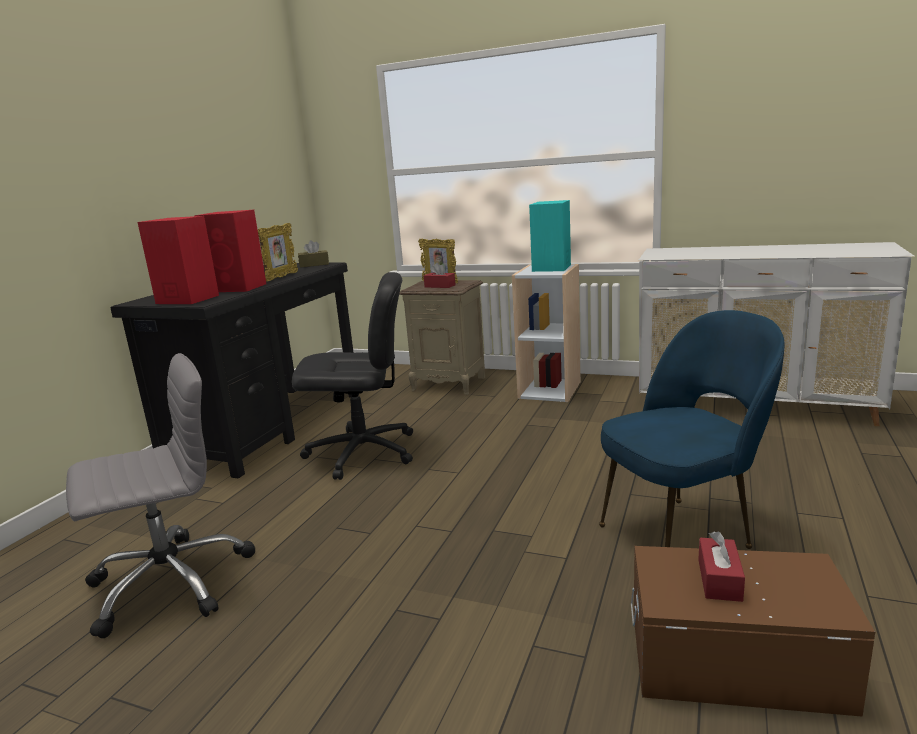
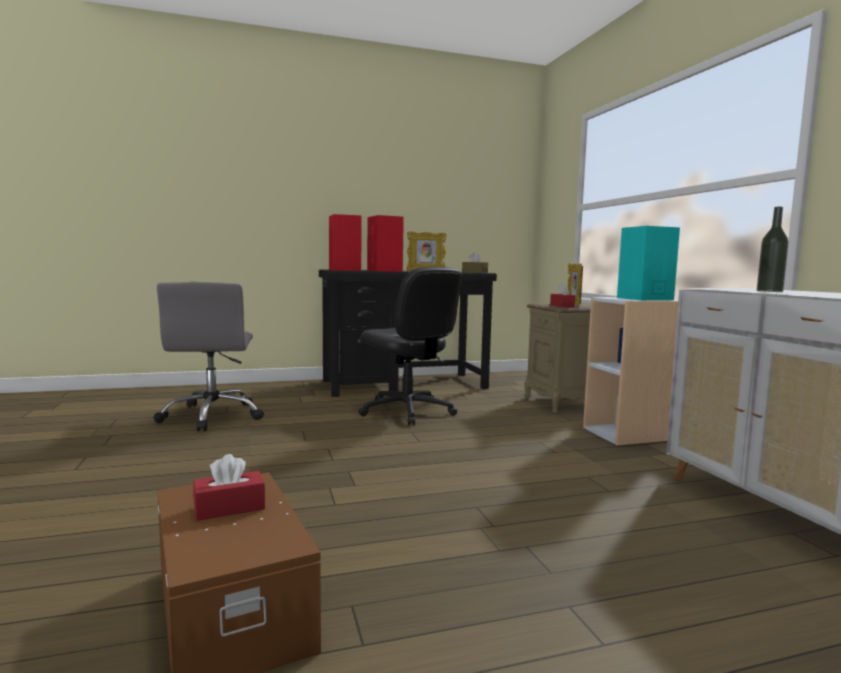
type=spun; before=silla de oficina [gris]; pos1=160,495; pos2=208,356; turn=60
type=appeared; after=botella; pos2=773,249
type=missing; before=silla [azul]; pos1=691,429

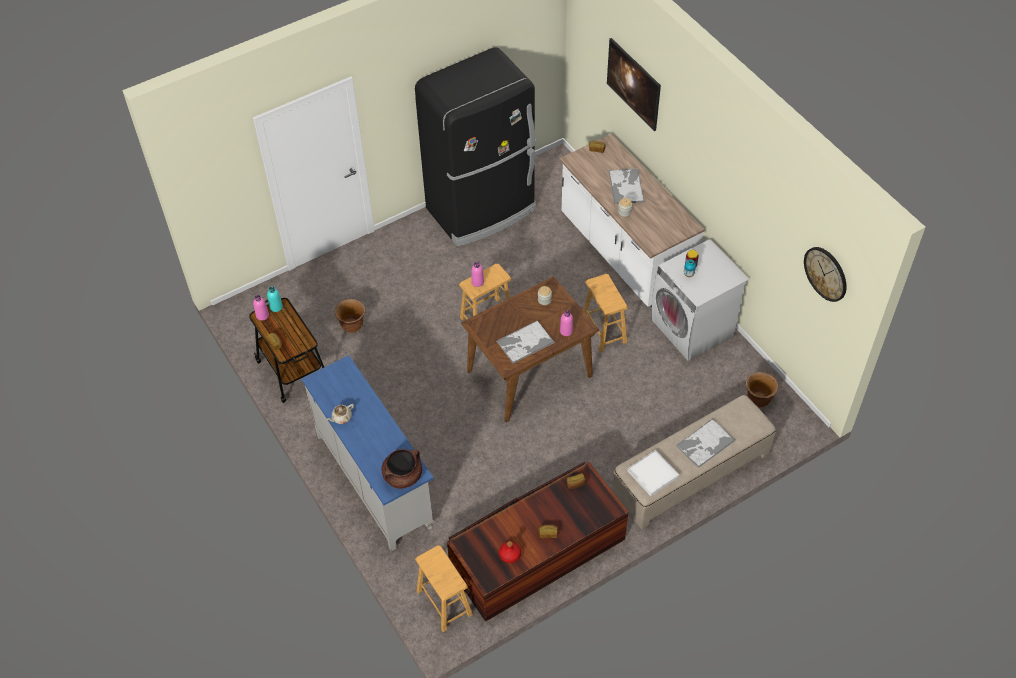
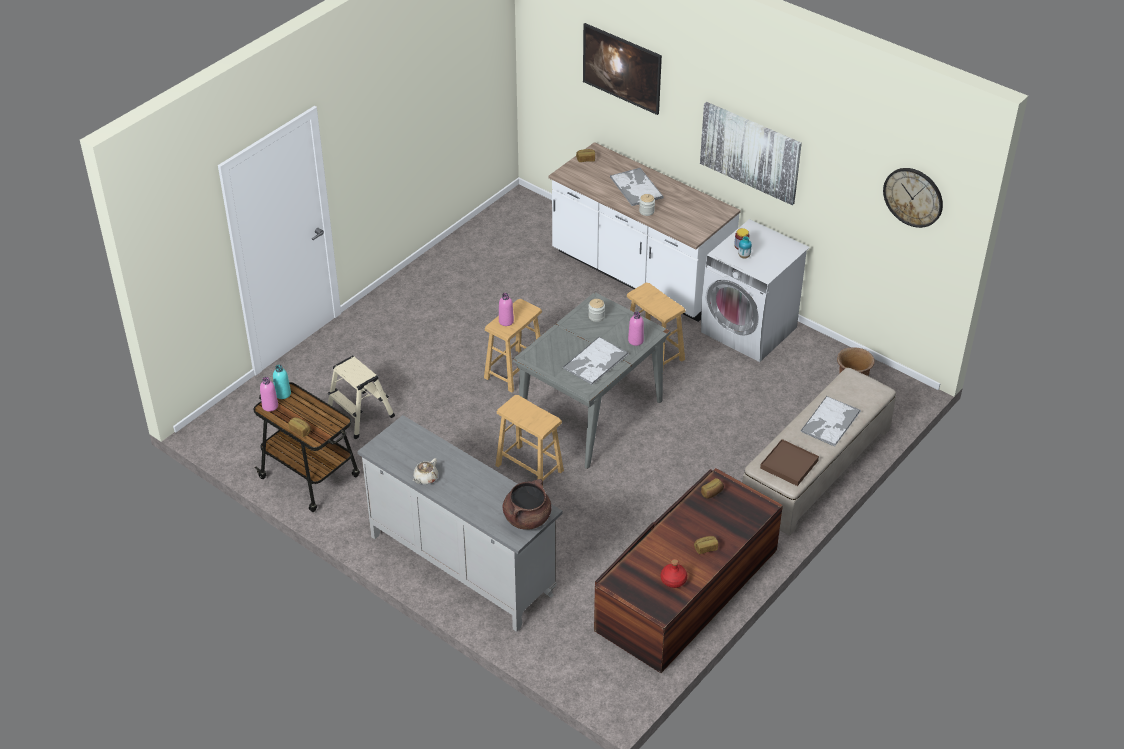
type=exchanged; before=maceta [marrón]; after=escalera de tijera [beis]; pos1=350,316; pos2=361,397
type=colour; before=cómoda [azul]; after=cómoda [gris]; pos1=368,453; pos2=460,523
type=relocated; before=taburete [marrón]; pos1=444,588; pos2=529,438
type=colour; before=mesa de comedor [marrón]; after=mesa de comedor [gris]; pos1=530,349; pos2=592,380
type=appeared; after=cuadro; pos2=751,153
type=colour; before=bandeja [blanco]; after=bandeja [marrón]; pos1=653,473; pos2=789,462
type=missing; before=nevera [negro]; pos1=475,146

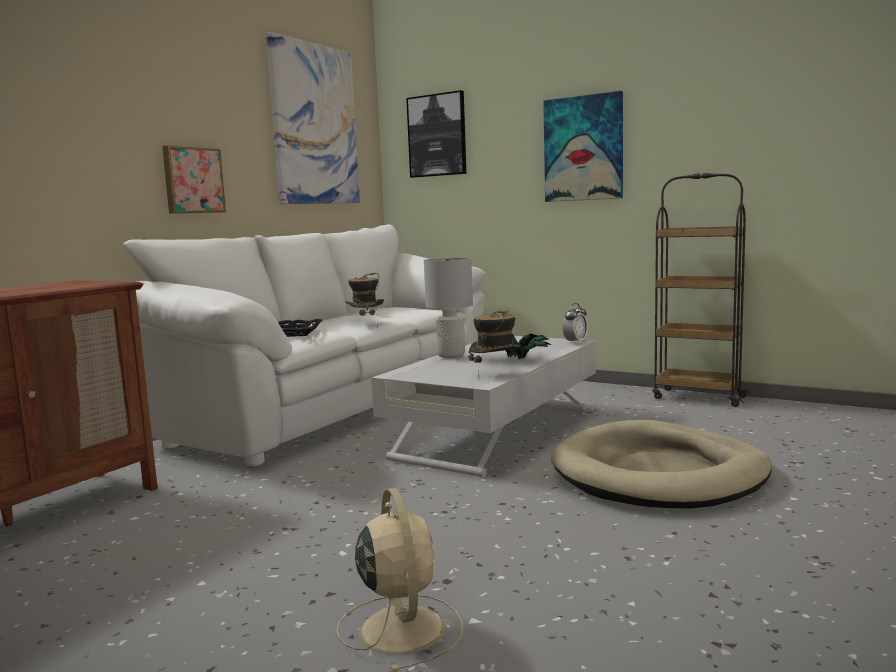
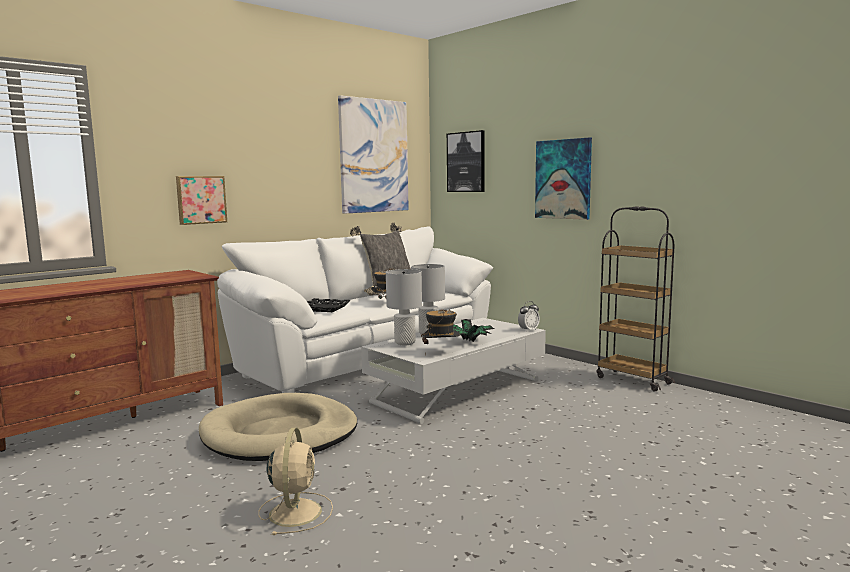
type=relocated; before=cuadro; pos1=194,179; pos2=201,200
type=relocated; before=cama para perro [beis]; pos1=661,464; pos2=278,427
type=appeared; after=cojín; pos2=381,259
type=appeared; after=lámpara de mesa [gris]; pos2=404,307

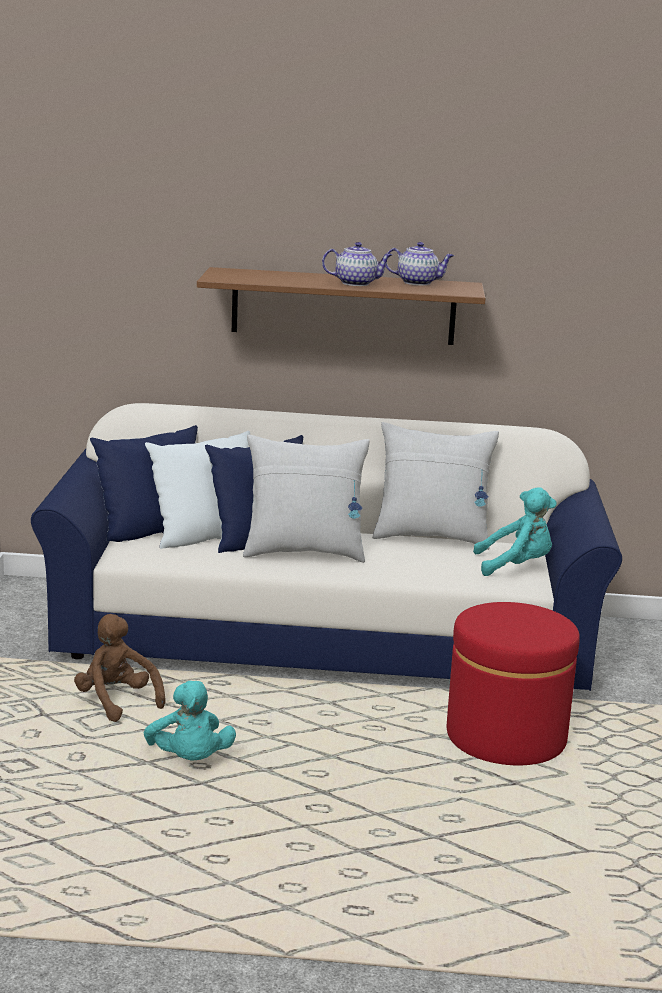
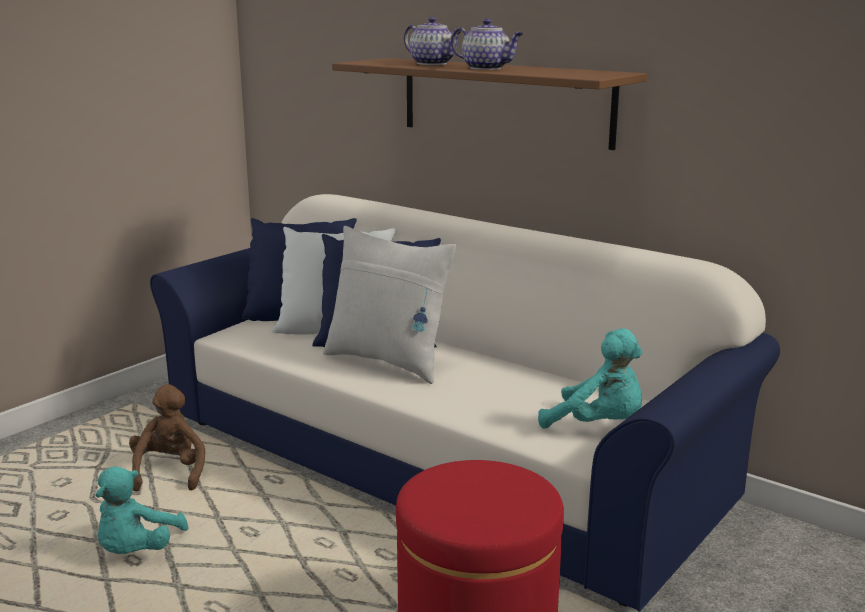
type=relocated; before=tetera; pos1=420,263; pos2=433,41
type=missing; before=cojín [gris]; pos1=435,486

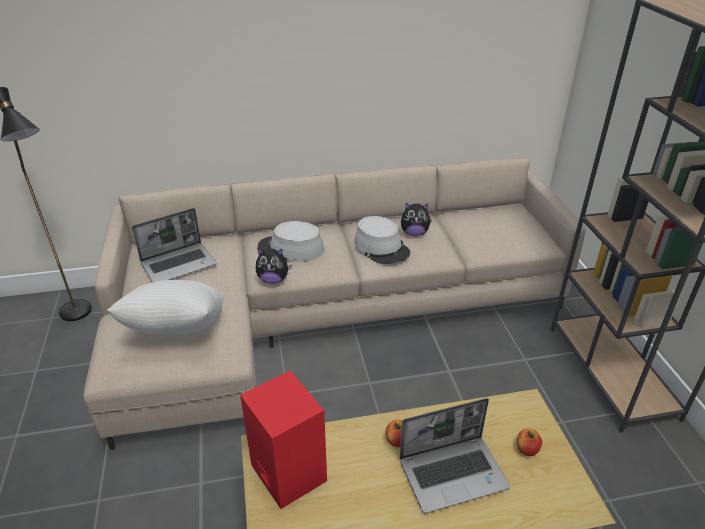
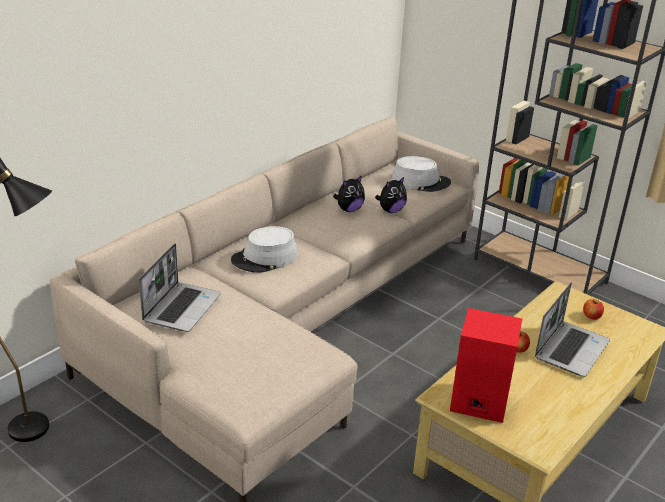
type=relocated; before=peluche; pos1=274,266; pos2=391,195
type=relocated; before=sombrero [gris]; pos1=382,240; pos2=421,174
type=missing; before=cojín [blanco]; pos1=165,307

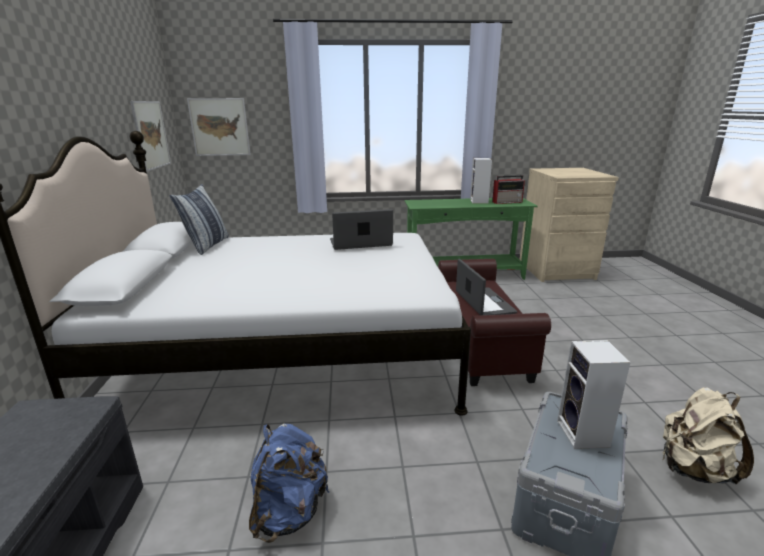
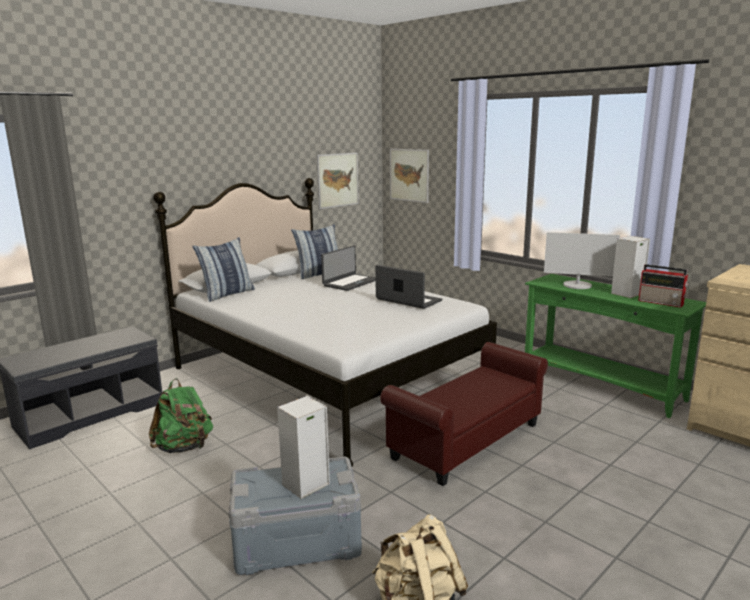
type=colour; before=mochila [azul]; after=mochila [verde]; pos1=289,483; pos2=181,415
type=appeared; after=cojín; pos2=223,269
type=relocated; before=portátil; pos1=486,287; pos2=348,268
type=appeared; after=monitor; pos2=582,260

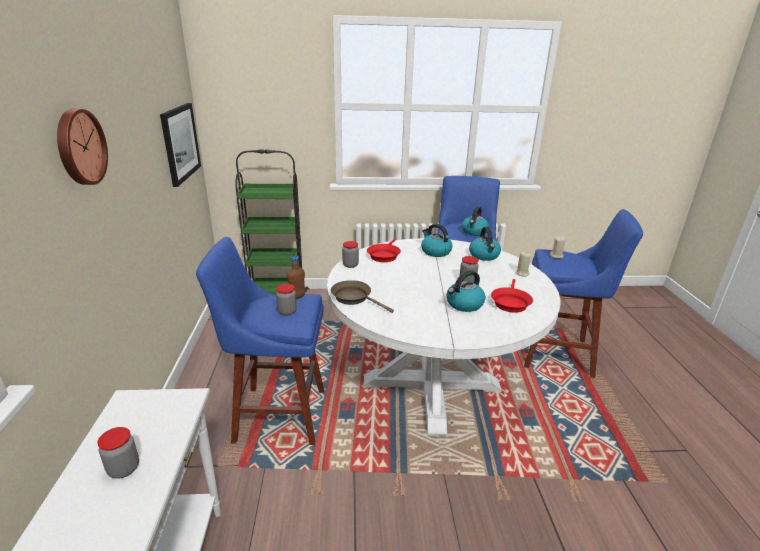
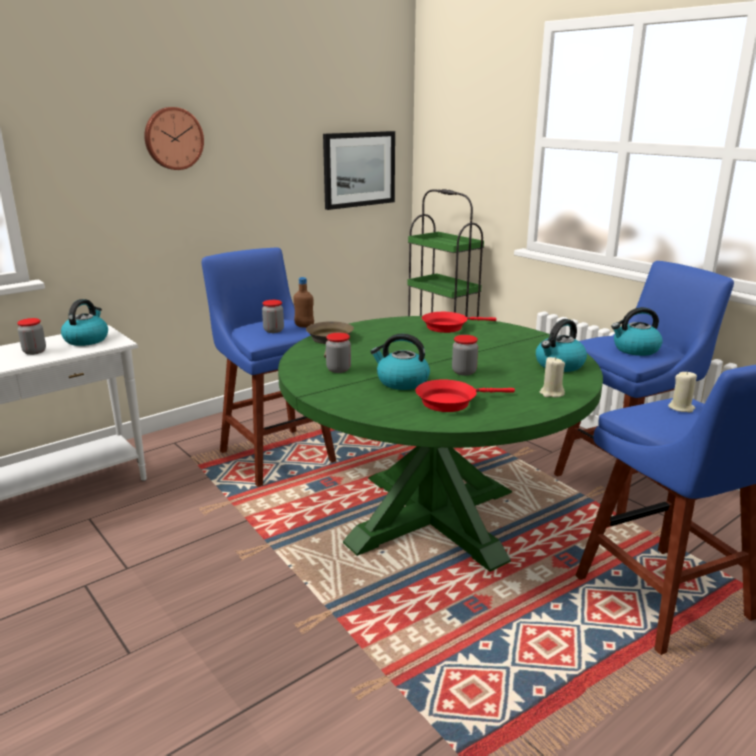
type=relocated; before=hervidor; pos1=436,240; pos2=84,322
type=colour; before=mesa de comedor [blanco]; after=mesa de comedor [verde]; pos1=443,337; pos2=440,444
type=relocated; before=tarro; pos1=350,254; pos2=338,353

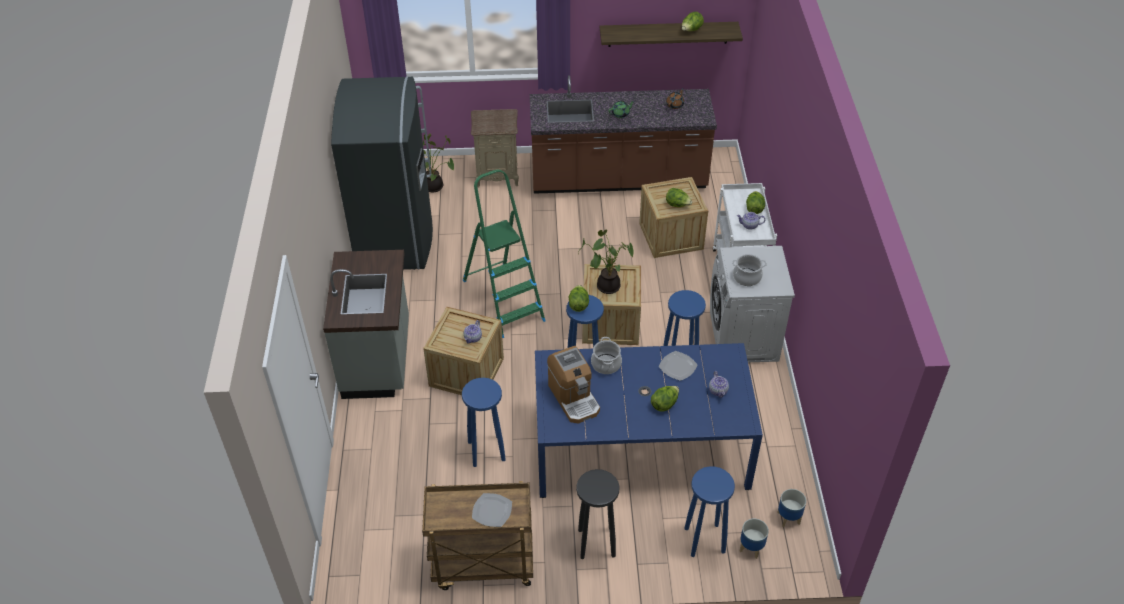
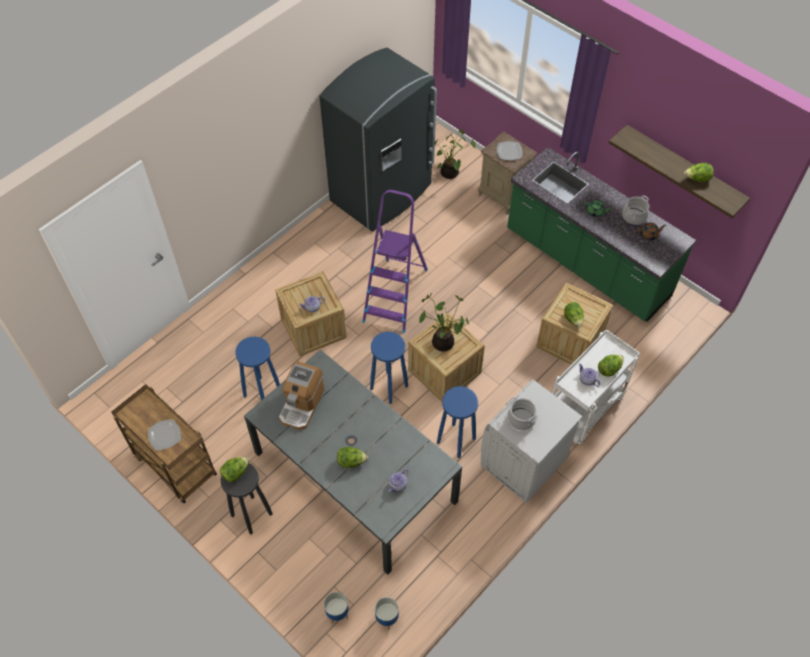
type=relocated; before=lechuga; pos1=579,298; pos2=234,469
type=colour; before=mesa de comedor [azul]; after=mesa de comedor [gris]; pos1=649,420; pos2=353,462
type=colour; before=escalera de tijera [verde]; after=escalera de tijera [morado]; pos1=504,254; pos2=395,261
type=relocated; before=plato; pos1=678,366; pos2=510,150
type=colour; before=mueble bajo de cocina [marrón]; after=mueble bajo de cocina [verde]; pos1=623,134; pos2=601,234
type=relocated; before=olla; pos1=606,355; pos2=636,210
type=missing; before=mueble bajo de cocina [gris]; pos1=366,324
type=missing; before=taburete [azul]; pos1=709,511

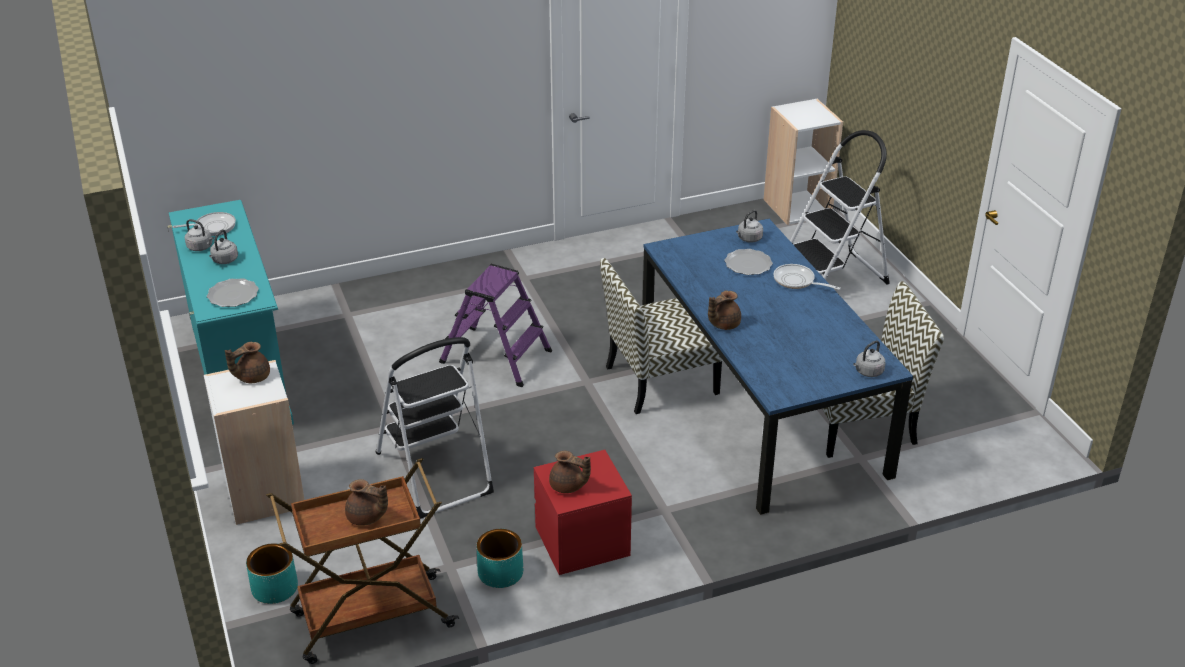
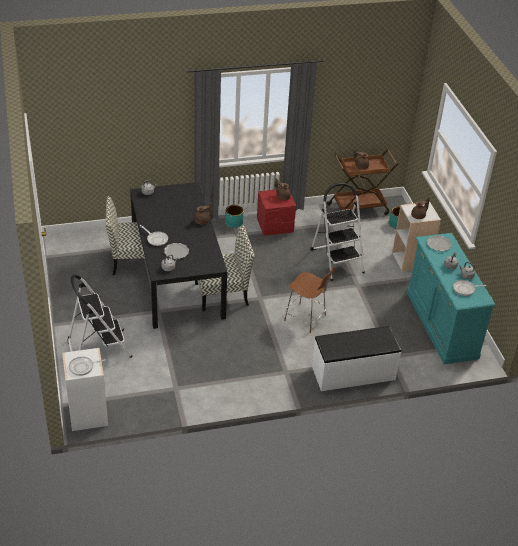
type=appeared; after=sartén; pos2=87,366
type=colour; before=mesa de comedor [azul]; after=mesa de comedor [negro]; pos1=778,367; pos2=179,255
type=relocated; before=maceta [turquesa]; pos1=499,558; pos2=234,216
type=exchanged; before=escalera de tijera [morado]; after=silla [marrón]; pos1=495,325; pos2=309,300
type=appeared; after=banco [blanco]; pos2=356,358

